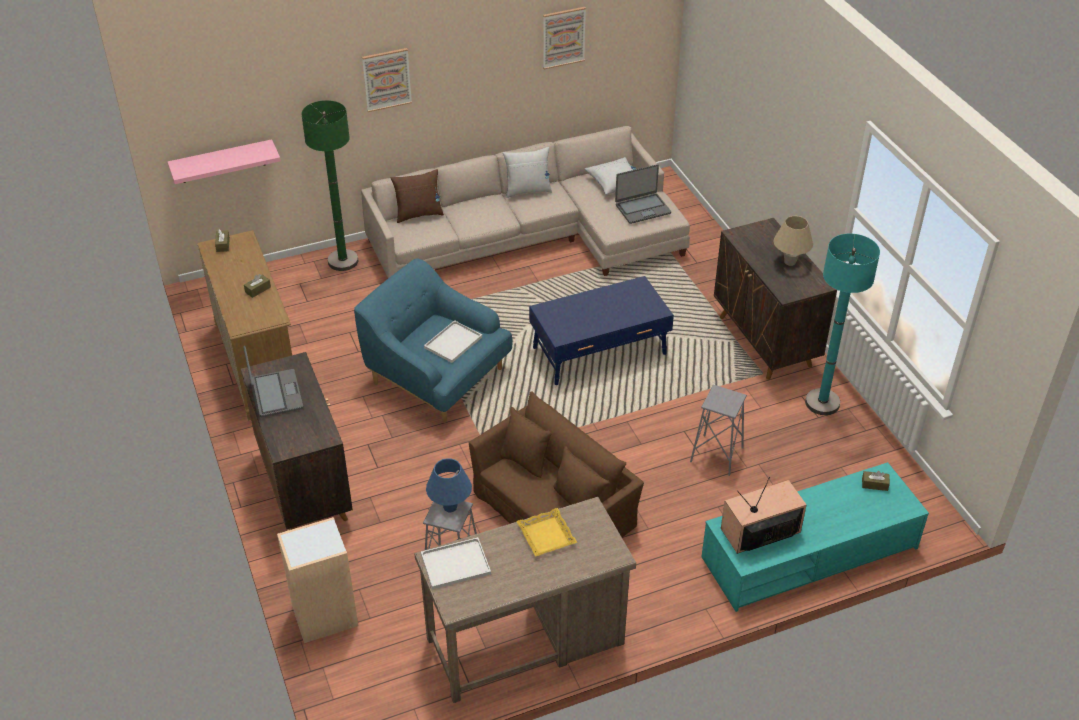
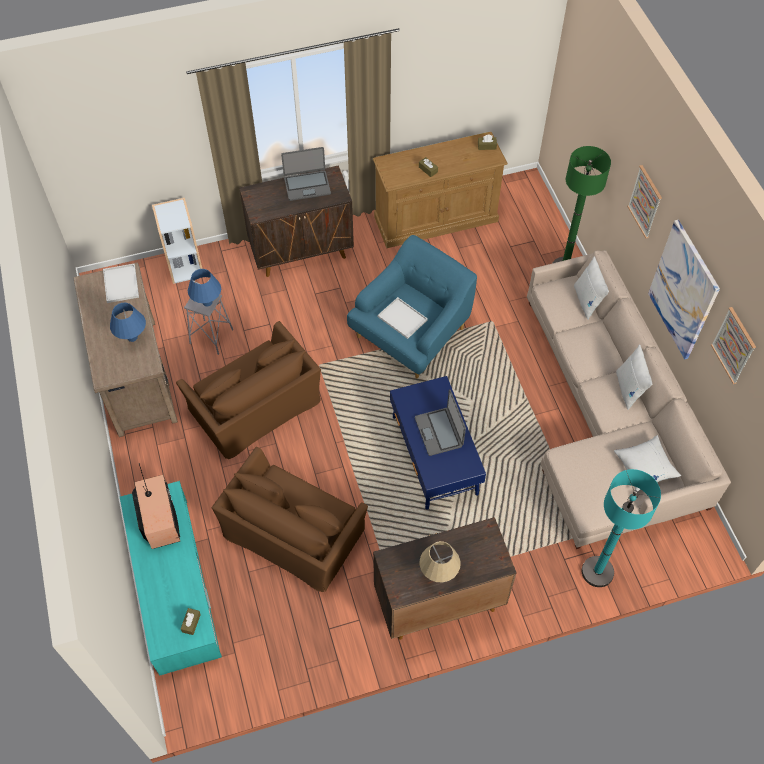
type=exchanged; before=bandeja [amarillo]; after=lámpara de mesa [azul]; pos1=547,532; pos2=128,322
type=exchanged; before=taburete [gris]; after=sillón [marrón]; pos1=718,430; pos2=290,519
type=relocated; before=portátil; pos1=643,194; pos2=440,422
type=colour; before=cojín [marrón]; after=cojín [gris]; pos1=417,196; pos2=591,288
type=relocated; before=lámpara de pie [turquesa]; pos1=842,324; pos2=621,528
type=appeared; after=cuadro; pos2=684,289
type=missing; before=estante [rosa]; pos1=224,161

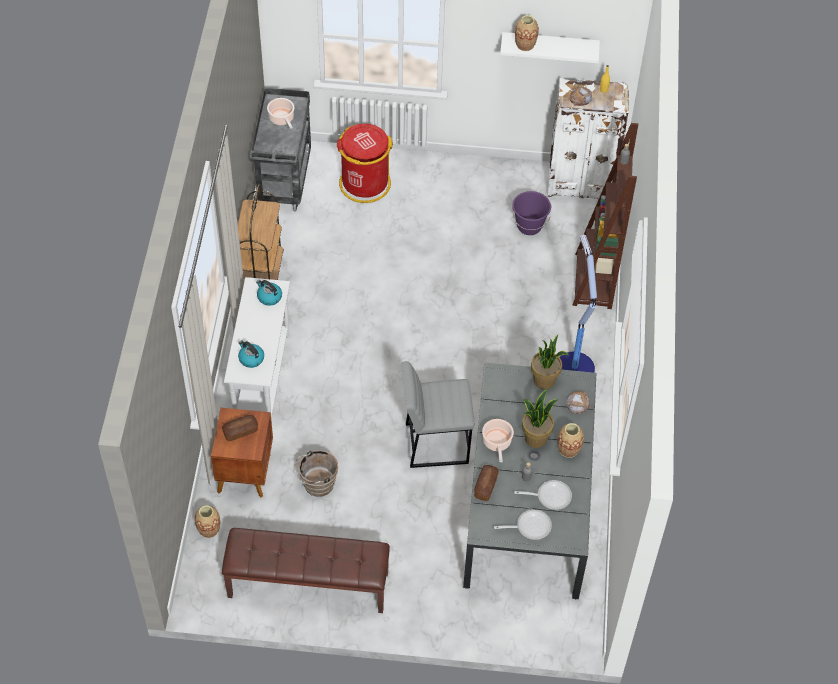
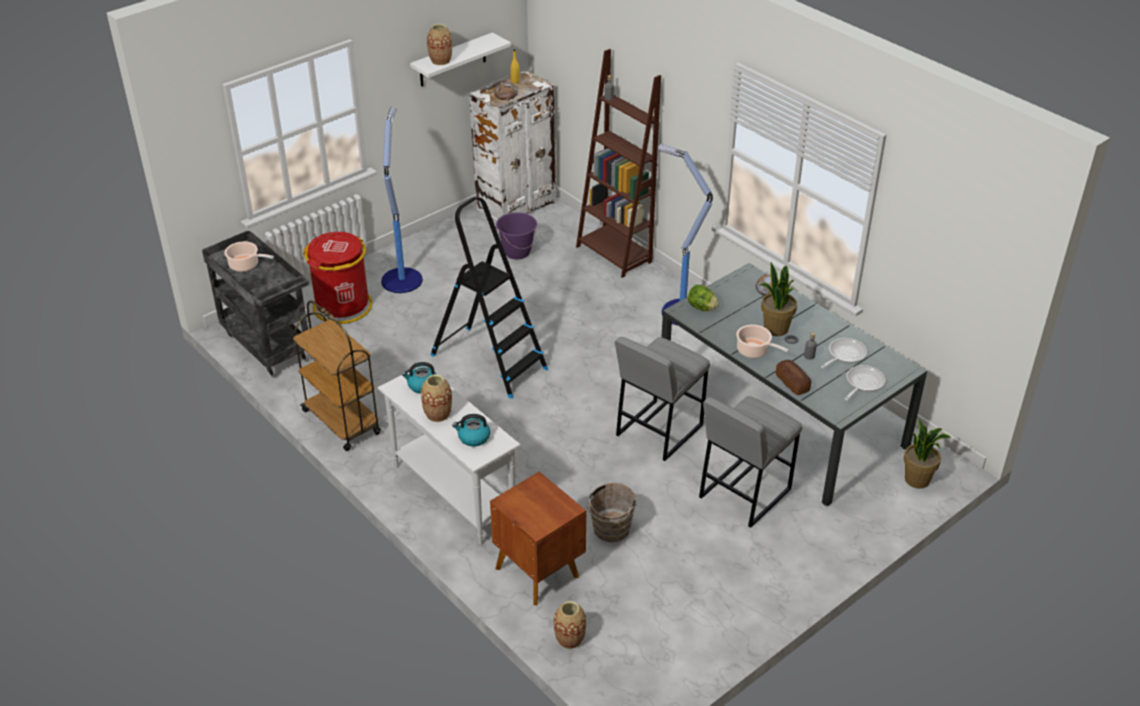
type=appeared; after=lámpara de pie; pos2=402,199
type=relocated; before=florero; pos1=570,440; pos2=436,398
type=appeared; after=escalera de tijera [negro]; pos2=489,298
type=appeared; after=lechuga; pos2=703,298
type=appeared; after=taburete [gris]; pos2=750,462
type=relocated; before=planta en maceta; pos1=550,362; pos2=927,453
type=missing; before=pan; pos1=240,428
type=missing; before=banco [marrón]; pos1=306,570

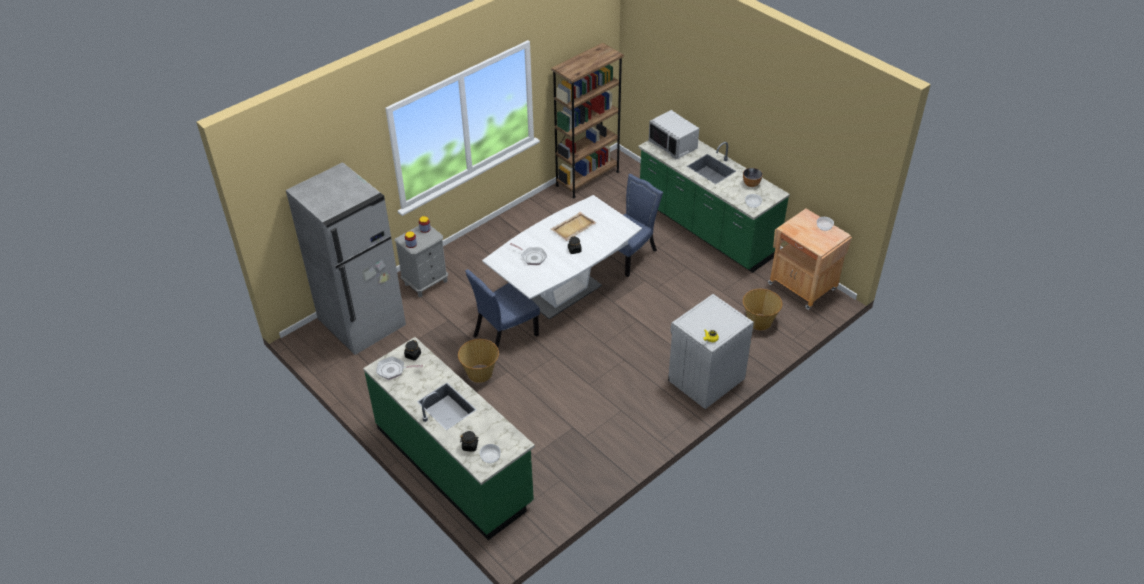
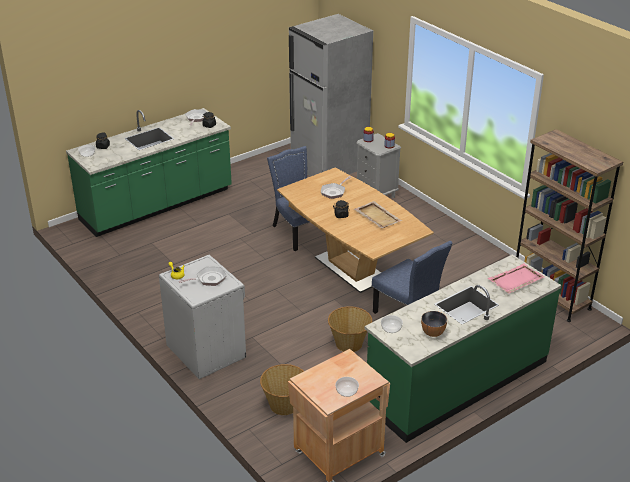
type=appeared; after=sartén; pos2=203,276
type=colour; before=mesa de comedor [blanco]; after=mesa de comedor [marrón]; pos1=562,257; pos2=355,230
type=relocated; before=cesta; pos1=478,361; pos2=350,329
type=exchanged; before=microondas [gris]; after=bandeja [rosa]; pos1=674,135; pos2=516,278

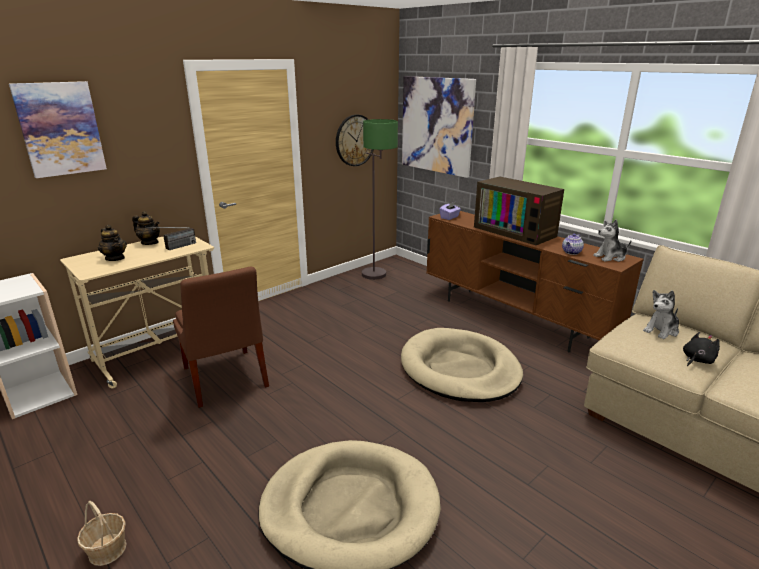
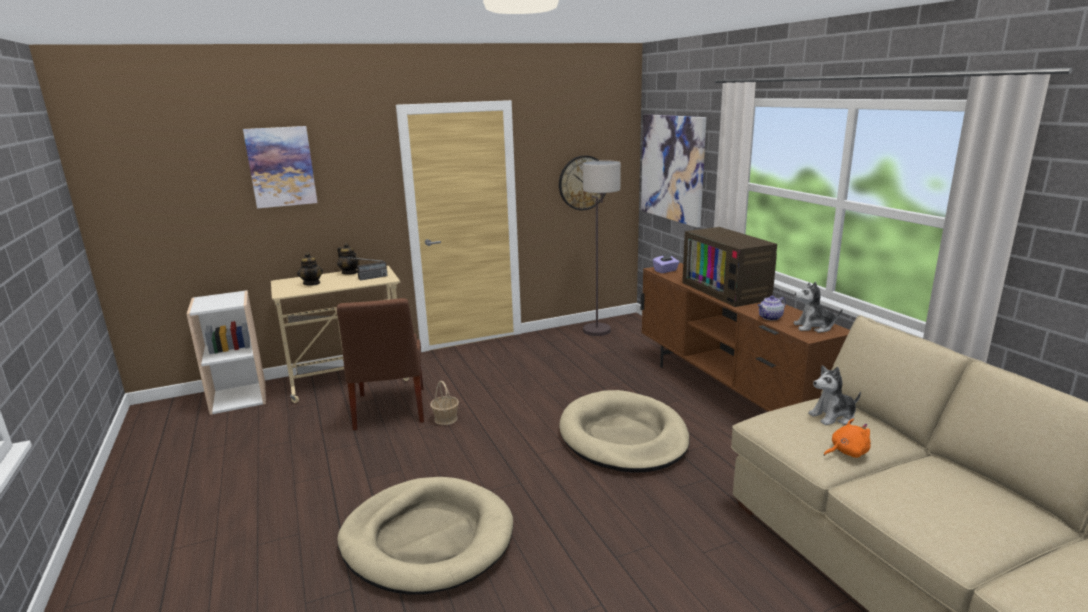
type=relocated; before=cesta; pos1=102,533; pos2=444,403
type=colour; before=lámpara de pie [verde]; after=lámpara de pie [gris]; pos1=380,199; pos2=602,248
type=colour; before=peluche [negro]; after=peluche [naranja]; pos1=701,349; pos2=847,438

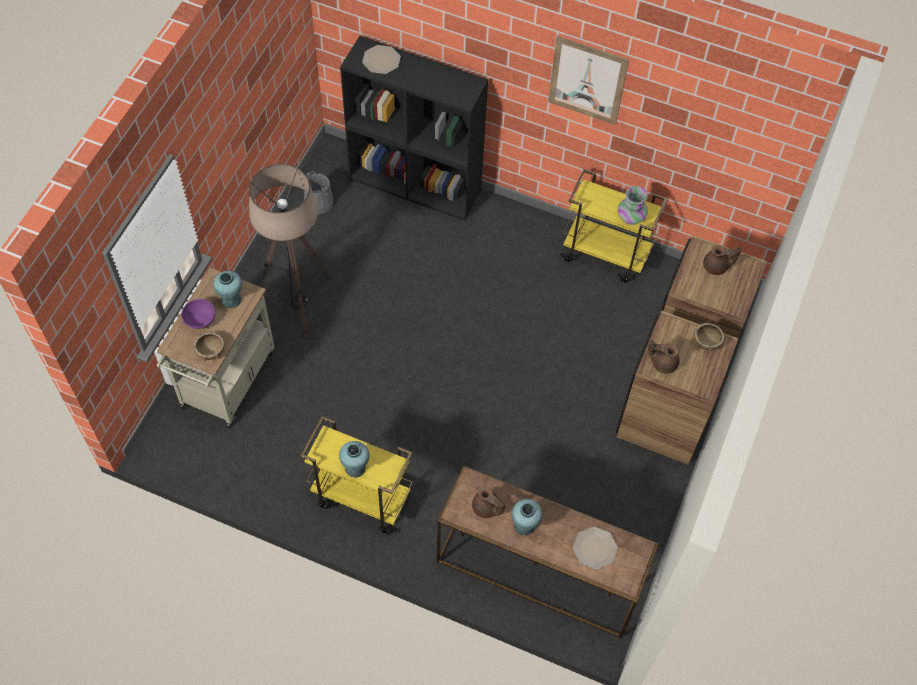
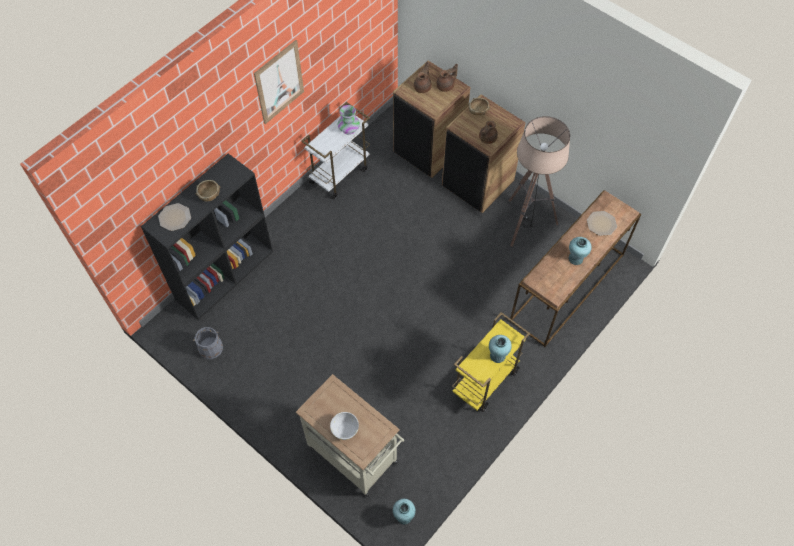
type=relocated; before=cuenco [marrón]; pos1=209,346; pos2=208,190
type=colour; before=carrito [amarillo]; after=carrito [blanco]; pos1=614,226; pos2=335,151
type=colour; before=cuenco [morado]; after=cuenco [blanco]; pos1=198,314; pos2=344,426
type=relocated; before=florero [turquesa]; pos1=227,289; pos2=404,512
type=relocated; before=tetera [marrón]; pos1=488,502; pos2=447,78
type=relocated; before=lámpara de pie; pos1=290,251; pos2=539,181

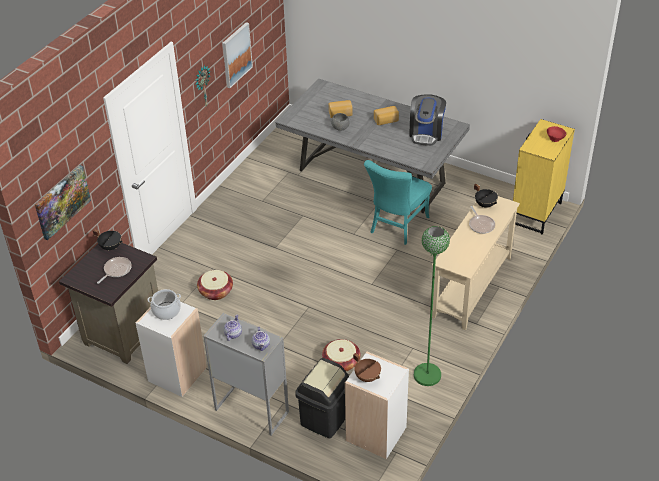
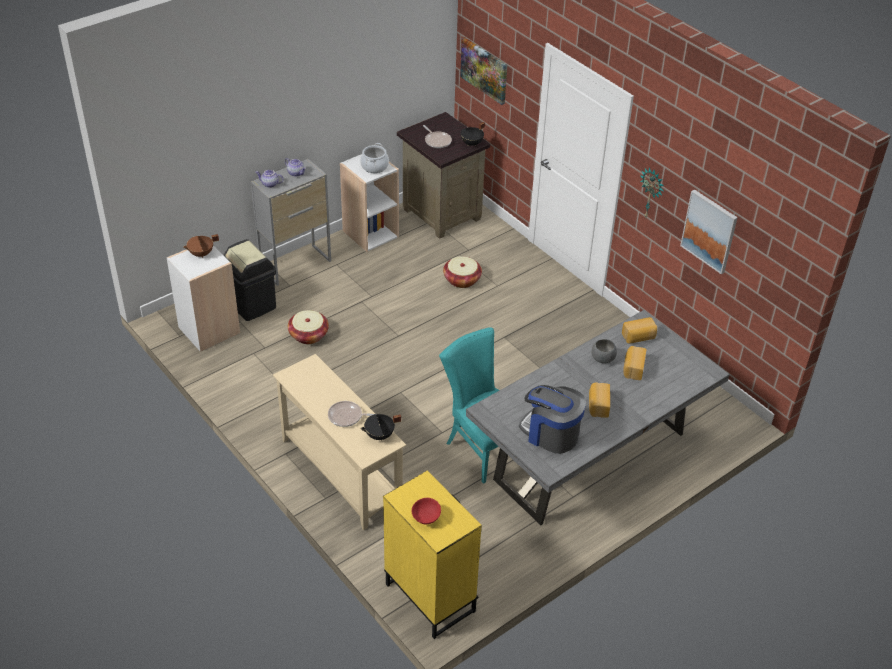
type=appeared; after=pan; pos2=639,330
type=missing; before=lámpara de pie [verde]; pos1=432,306

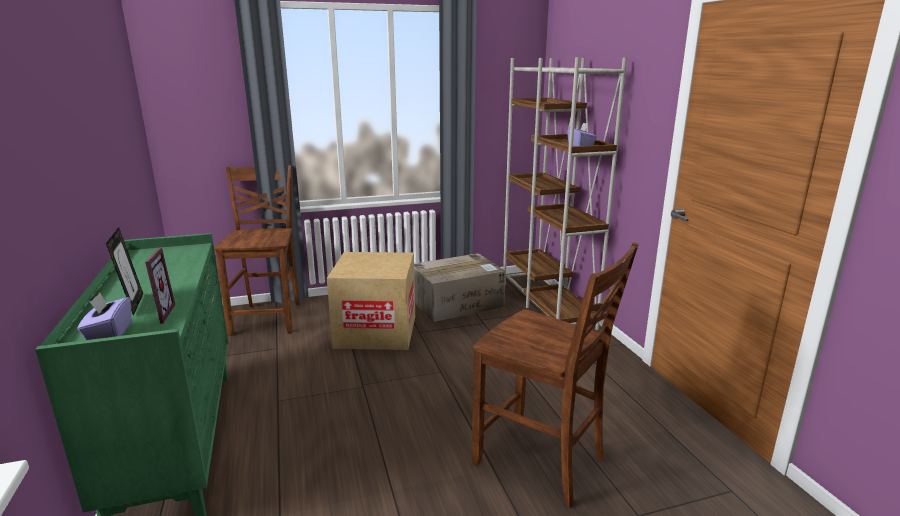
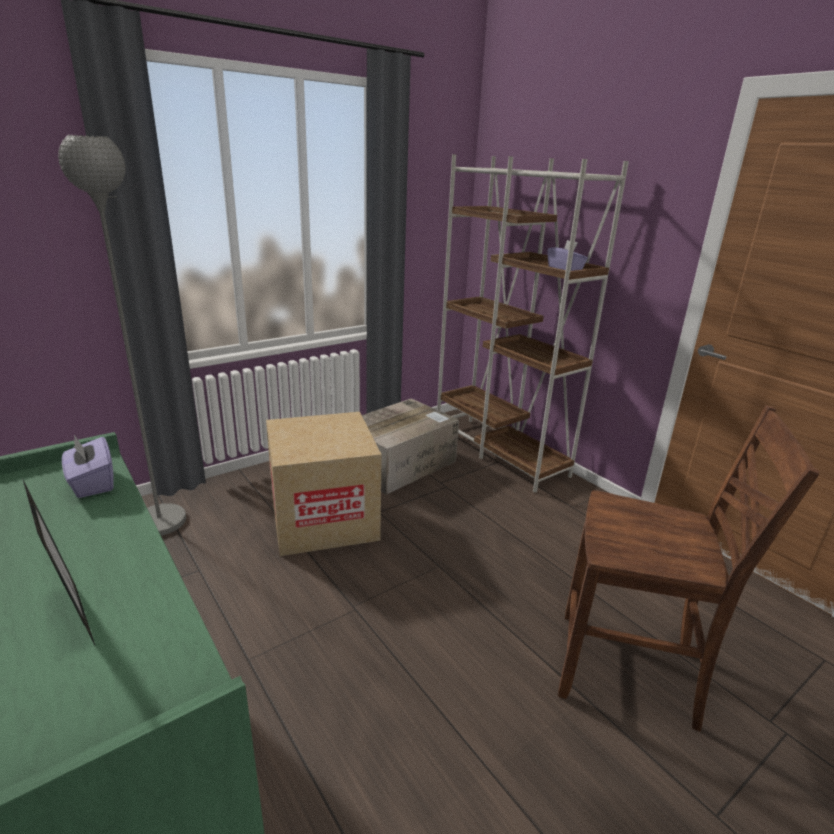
type=exchanged; before=silla [marrón]; after=lámpara de pie [gris]; pos1=257,250; pos2=122,335
type=relocated; before=caja de pañuelos [morado]; pos1=104,316; pos2=88,466
type=missing; before=portarretratos; pos1=159,285

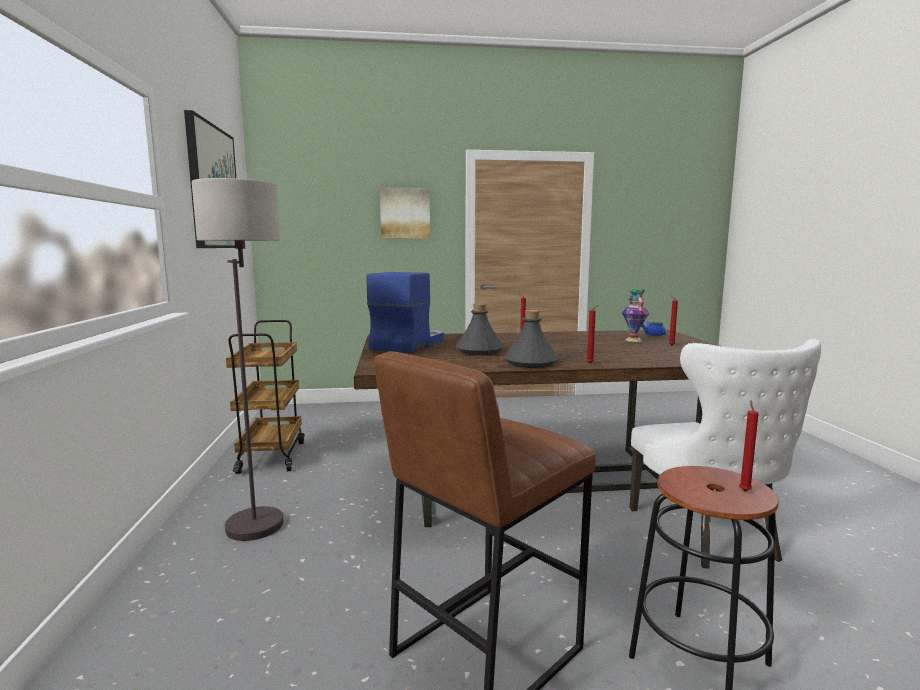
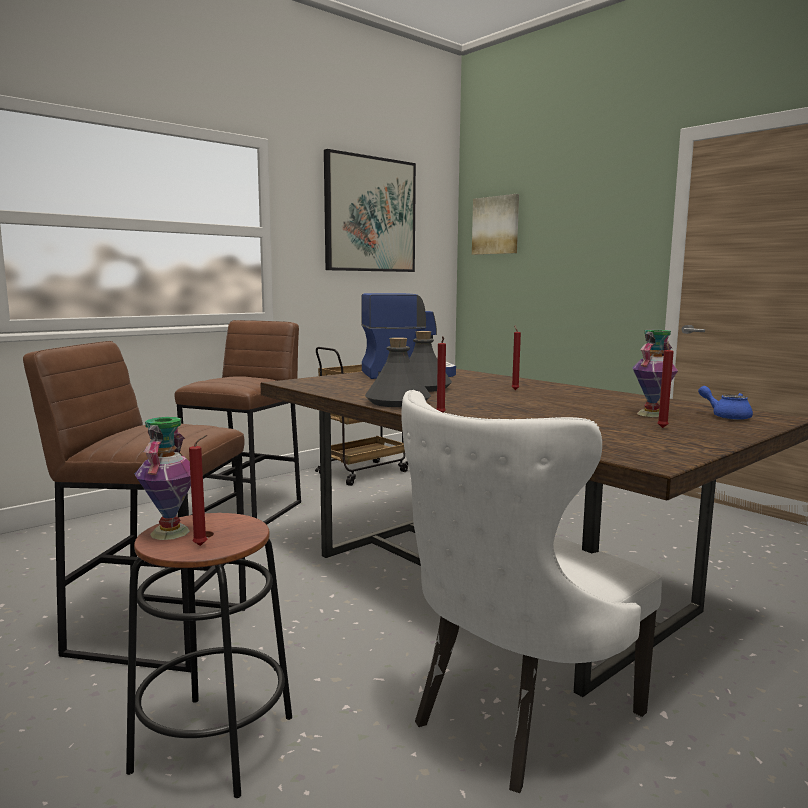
type=appeared; after=florero; pos2=163,478
type=exchanged; before=lámpara de pie [gris]; after=taburete [marrón]; pos1=237,359; pos2=238,422
type=relocated; before=cuadro; pos1=405,213; pos2=495,224

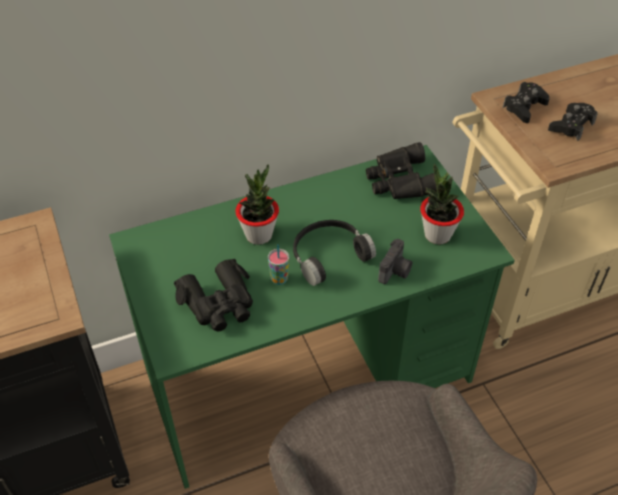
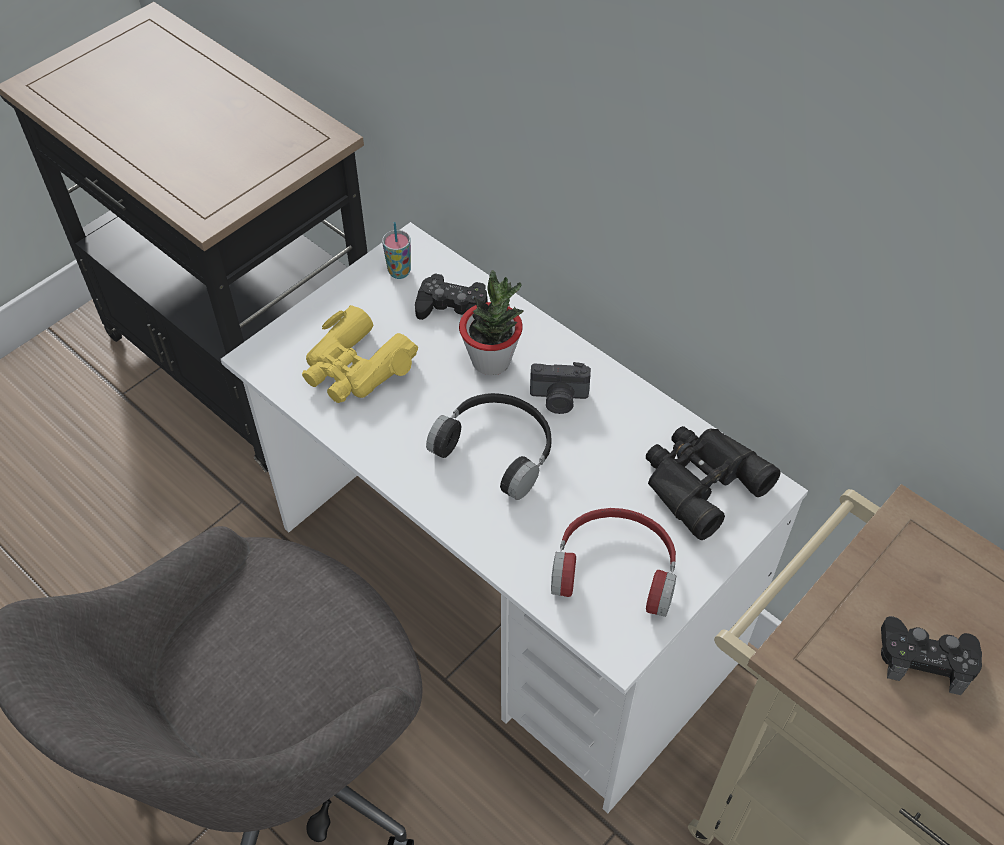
type=colour; before=escritorio [verde]; after=escritorio [blanco]; pos1=312,317; pos2=514,517
type=colour; before=prismáticos [negro]; after=prismáticos [amarillo]; pos1=213,295; pos2=360,354
type=relocated; before=taza; pos1=278,264; pos2=396,250
type=relocated; before=mando de consola [negro]; pos1=526,102; pos2=451,296
type=relocated; before=cámara; pos1=395,261; pos2=560,388
type=exchanged; before=planta en maceta; after=auriculares [rojo]; pos1=442,204; pos2=613,562

